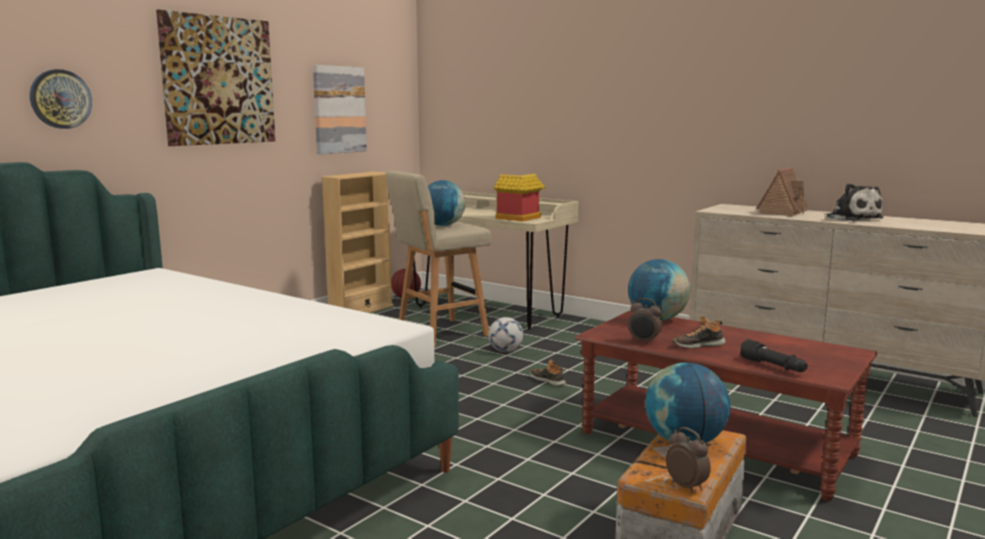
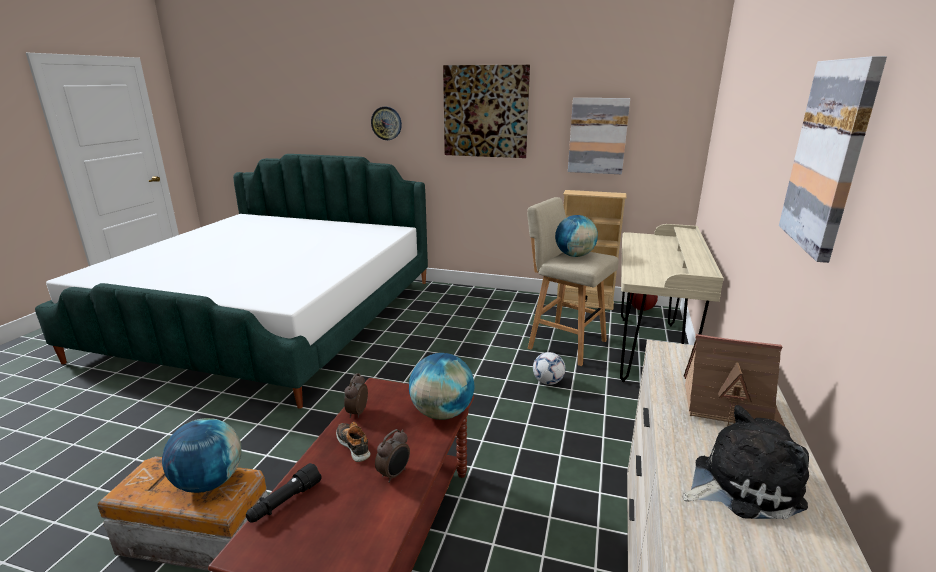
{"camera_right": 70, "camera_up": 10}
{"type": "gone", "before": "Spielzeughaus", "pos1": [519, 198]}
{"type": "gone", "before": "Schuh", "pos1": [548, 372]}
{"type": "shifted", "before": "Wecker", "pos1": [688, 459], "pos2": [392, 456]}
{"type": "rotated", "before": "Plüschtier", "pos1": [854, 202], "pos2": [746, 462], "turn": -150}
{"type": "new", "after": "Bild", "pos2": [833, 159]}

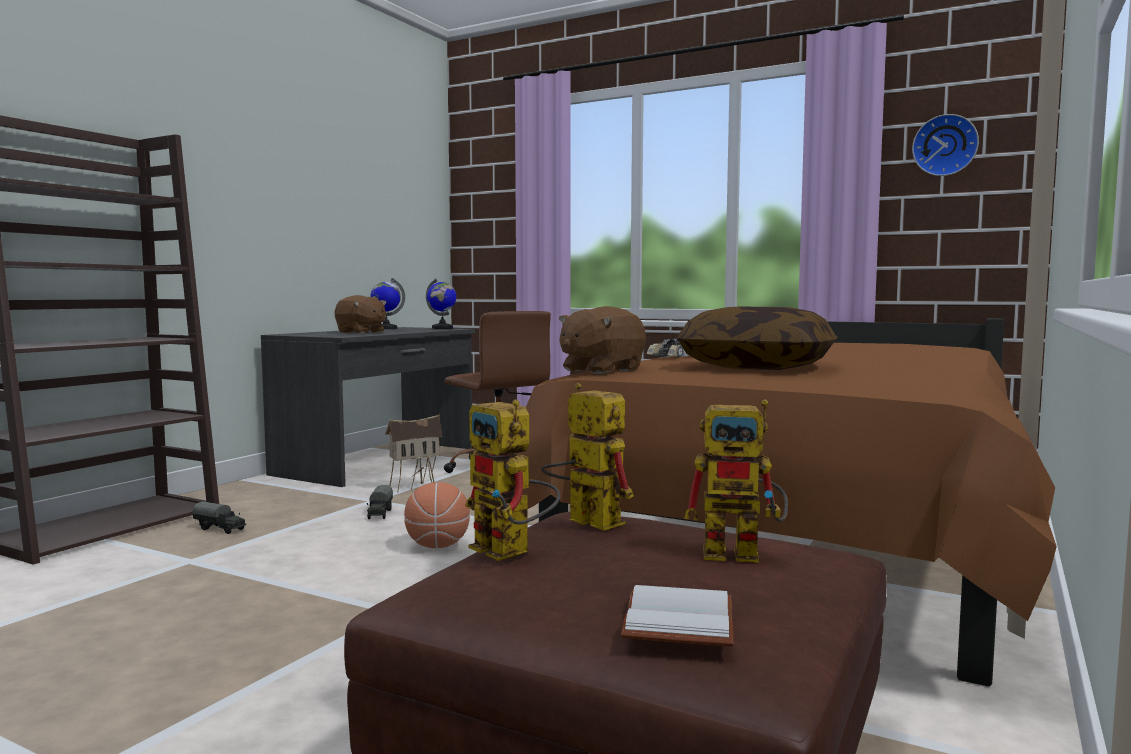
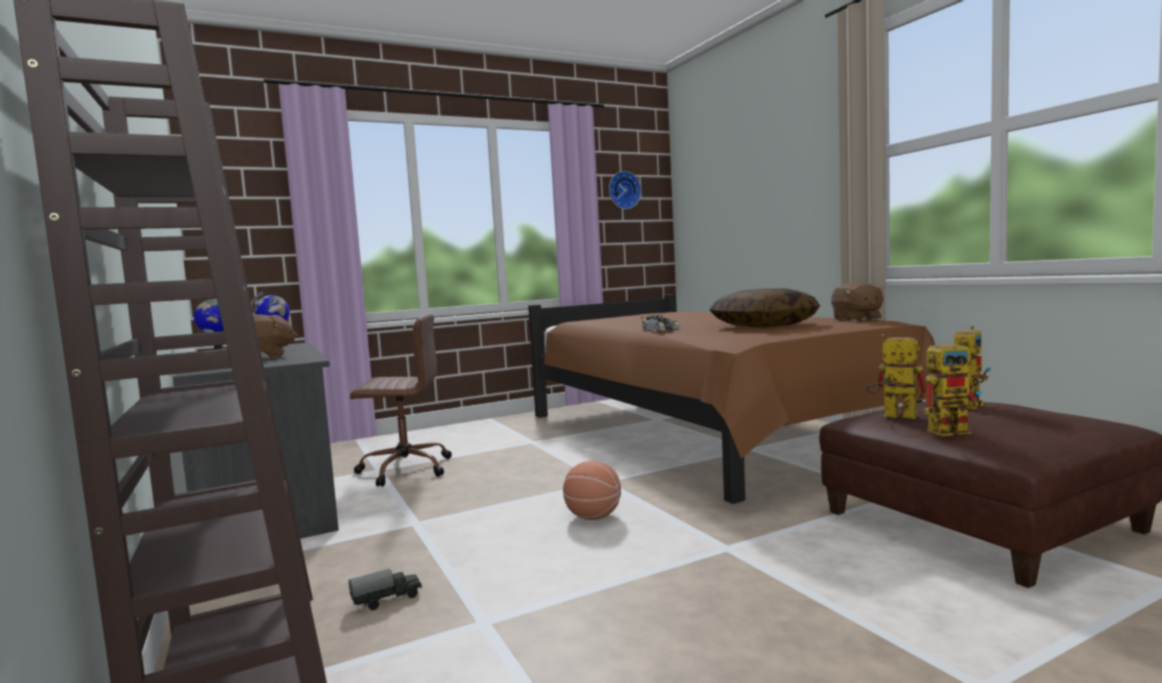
{"camera_right": -55, "camera_up": 0}
{"type": "gone", "before": "Spielzeuglaster", "pos1": [380, 502]}
{"type": "gone", "before": "Spielzeughaus", "pos1": [413, 454]}
{"type": "rotated", "before": "Spielzeugroboter", "pos1": [587, 457], "pos2": [896, 376], "turn": 45}
{"type": "shifted", "before": "Plüschtier (braun)", "pos1": [602, 340], "pos2": [858, 301]}
{"type": "gone", "before": "Buch (weiß)", "pos1": [677, 616]}

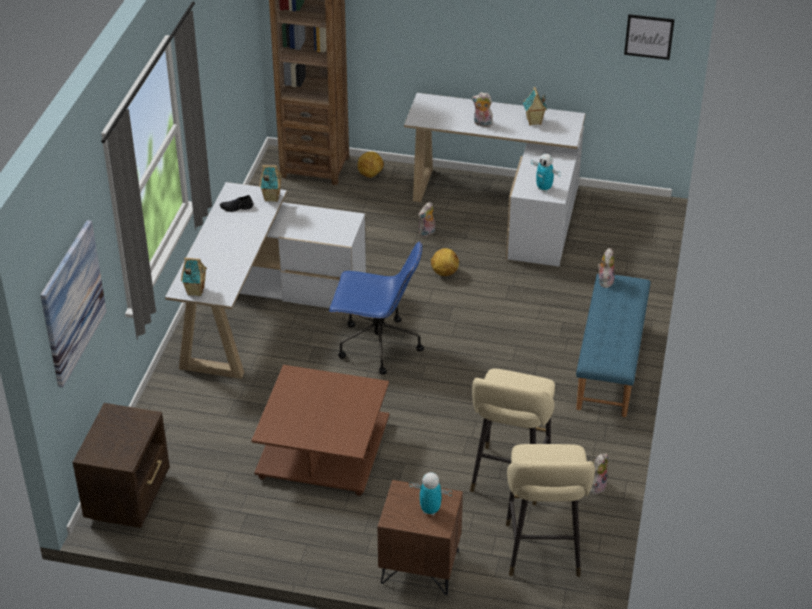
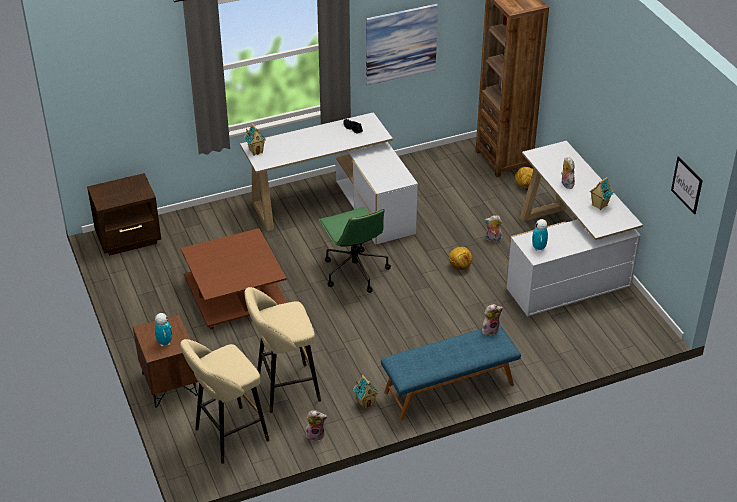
{"camera_right": 55, "camera_up": 0}
{"type": "shifted", "before": "Bild", "pos1": [73, 303], "pos2": [402, 45]}
{"type": "shifted", "before": "Spielzeughaus", "pos1": [270, 183], "pos2": [366, 392]}
{"type": "repainted", "before": "Bürostuhl (blau)", "after": "Bürostuhl (grün)", "pos1": [376, 308], "pos2": [355, 250]}

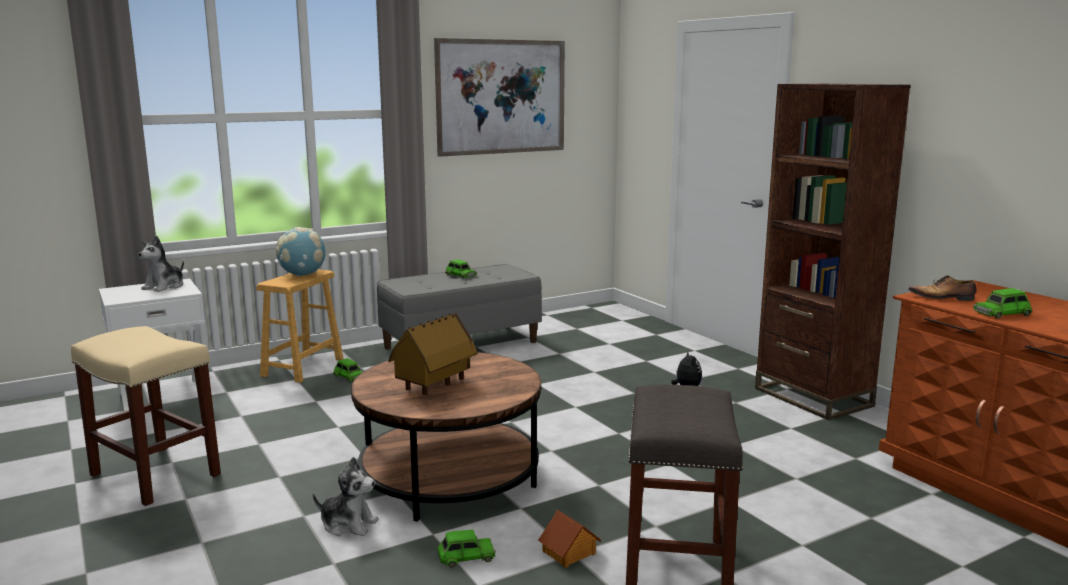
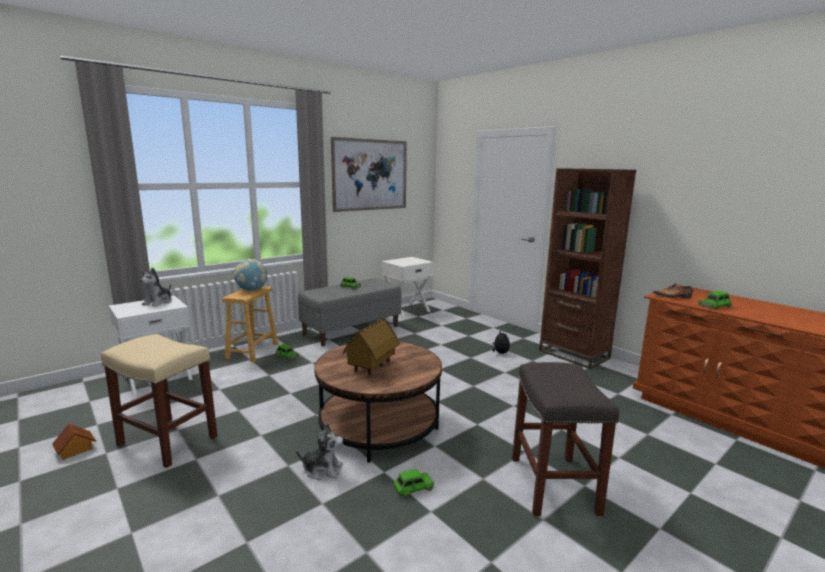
{"camera_right": -10, "camera_up": 0}
{"type": "shifted", "before": "Spielzeughaus", "pos1": [569, 539], "pos2": [74, 441]}
{"type": "new", "after": "Nachttisch (weiß)", "pos2": [408, 287]}

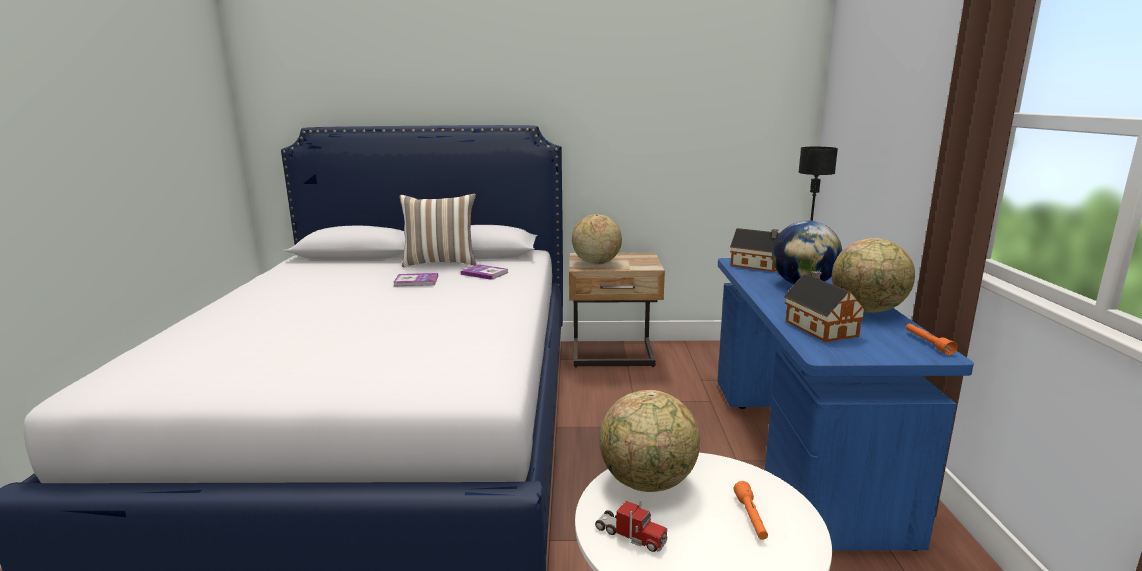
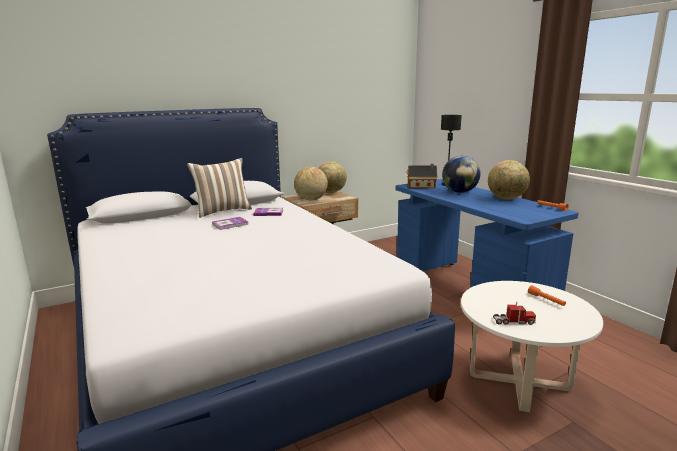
{"camera_right": -30, "camera_up": 0}
{"type": "shifted", "before": "Globus", "pos1": [649, 441], "pos2": [332, 177]}
{"type": "gone", "before": "Spielzeughaus", "pos1": [825, 306]}

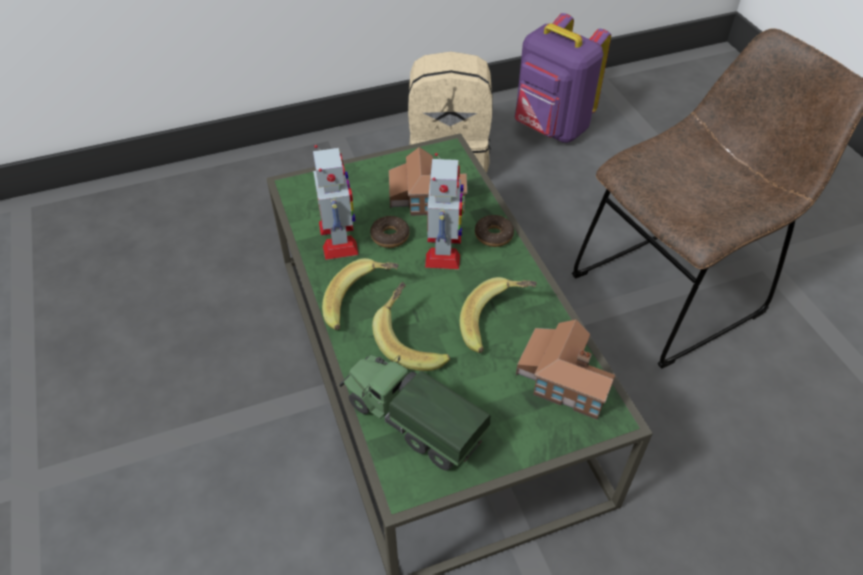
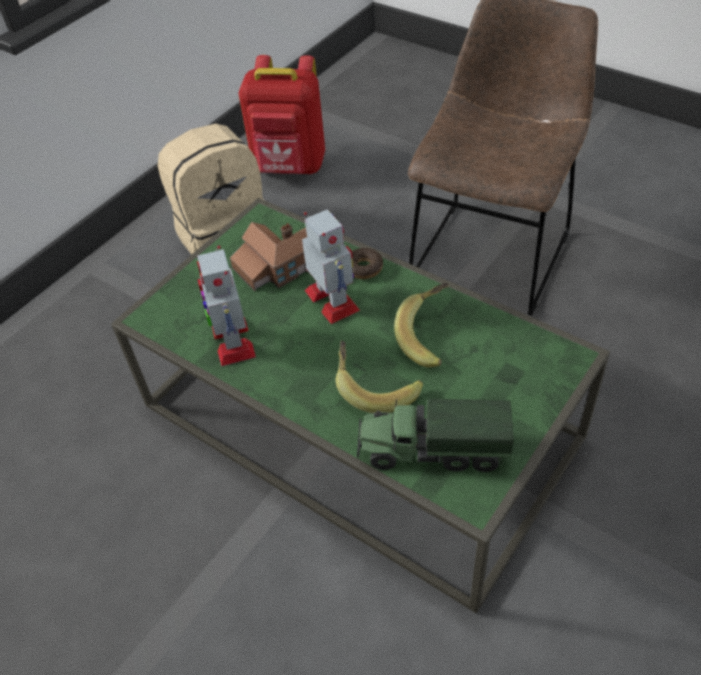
{"camera_right": -30, "camera_up": 0}
{"type": "rotated", "before": "Spielzeugroboter", "pos1": [336, 202], "pos2": [226, 306], "turn": -150}
{"type": "gone", "before": "Banane", "pos1": [360, 294]}
{"type": "gone", "before": "Donut", "pos1": [390, 232]}
{"type": "repainted", "before": "Rucksack (lila)", "after": "Rucksack (rot)", "pos1": [563, 78], "pos2": [281, 114]}
{"type": "gone", "before": "Spielzeughaus", "pos1": [566, 369]}

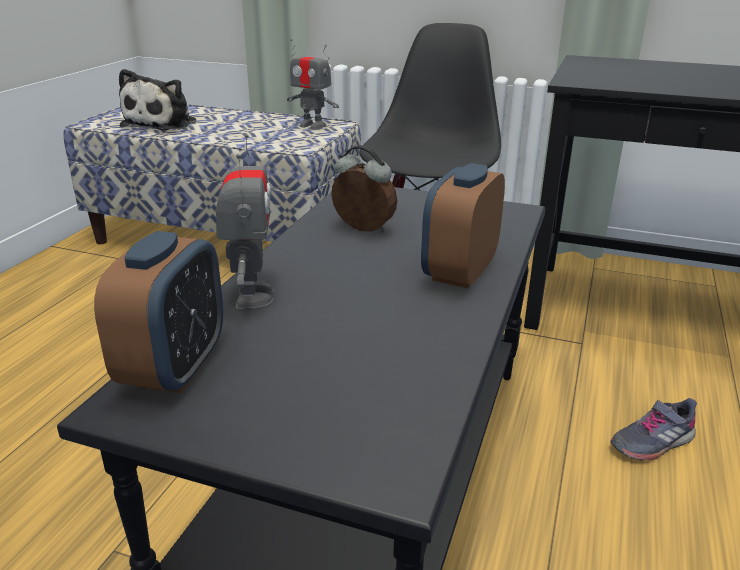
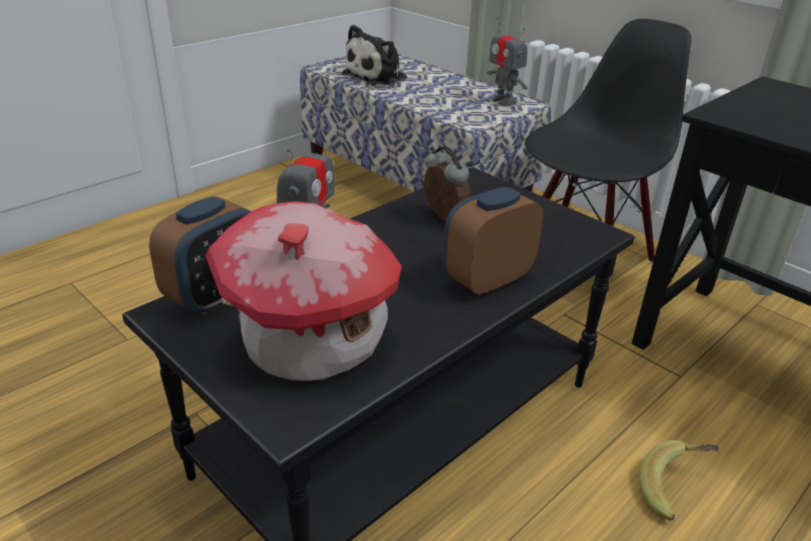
{"camera_right": 25, "camera_up": 5}
{"type": "swapped", "before": "Schuh (grau)", "after": "Banane", "pos1": [653, 429], "pos2": [679, 480]}
{"type": "new", "after": "Spielzeughaus", "pos2": [303, 291]}

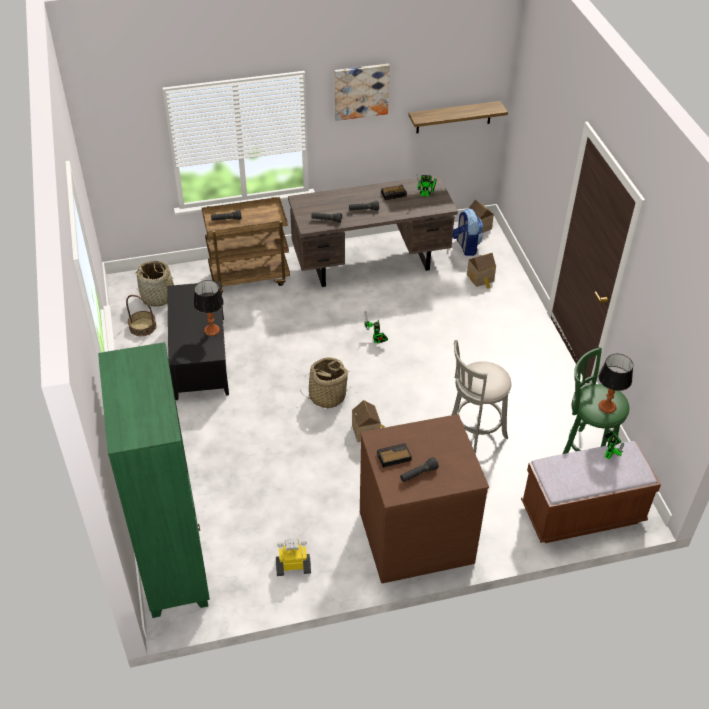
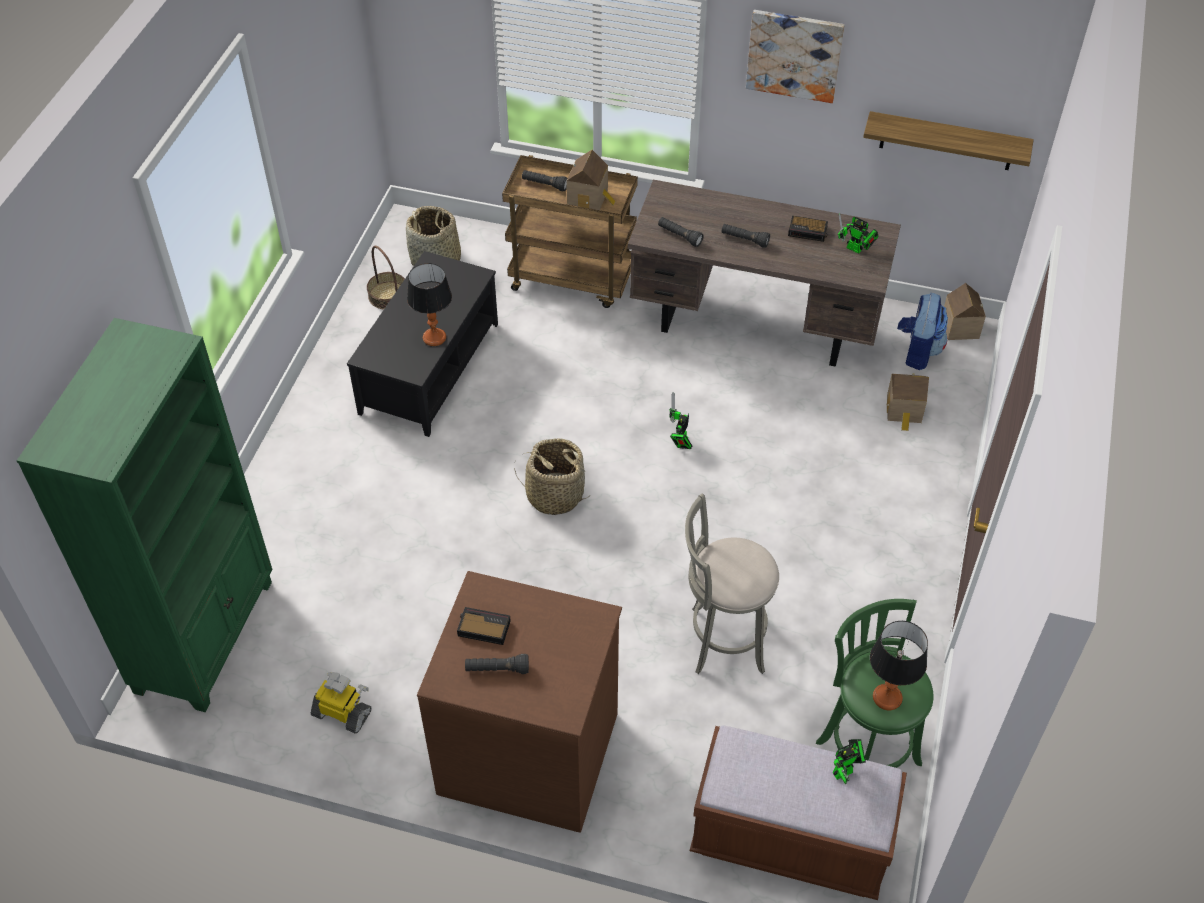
{"camera_right": 30, "camera_up": 5}
{"type": "shifted", "before": "Spielzeughaus", "pos1": [368, 421], "pos2": [591, 180]}

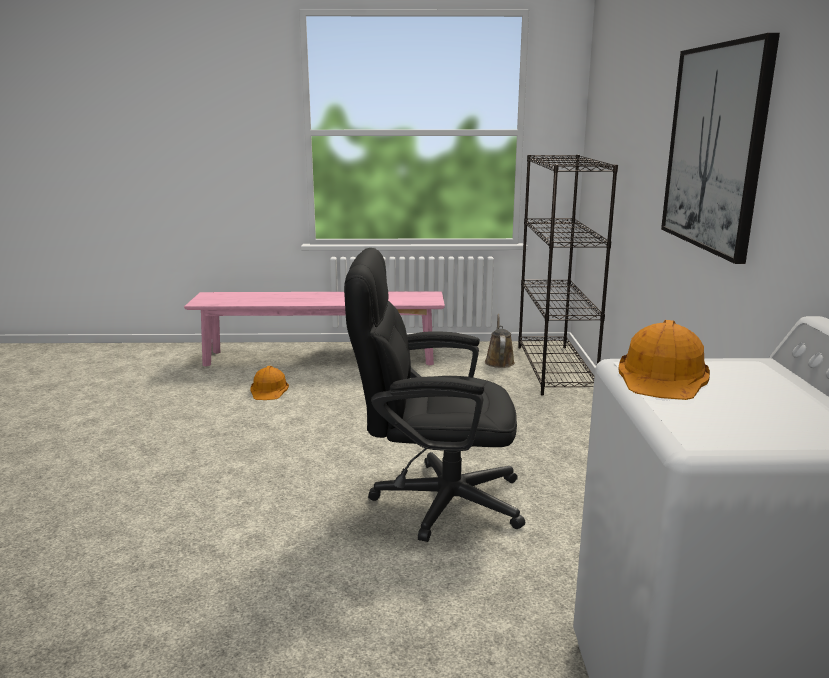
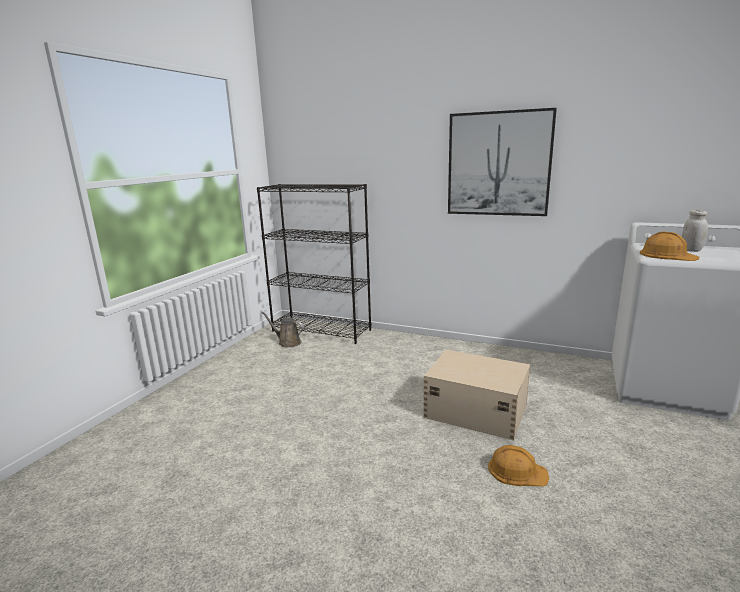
{"camera_right": -65, "camera_up": 0}
{"type": "gone", "before": "Bank (rosa)", "pos1": [314, 329]}
{"type": "shifted", "before": "Schutzhelm (orange)", "pos1": [270, 383], "pos2": [518, 465]}
{"type": "swapped", "before": "Bürostuhl (schwarz)", "after": "Aufbewahrungsbox (beige)", "pos1": [434, 395], "pos2": [477, 395]}
{"type": "new", "after": "Vorratsglas (weiß)", "pos2": [695, 231]}

